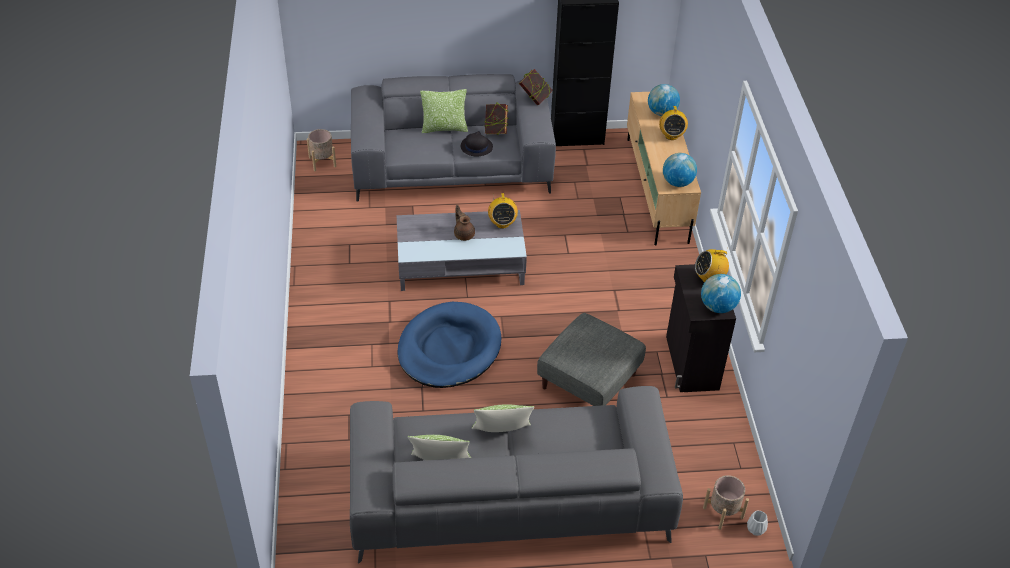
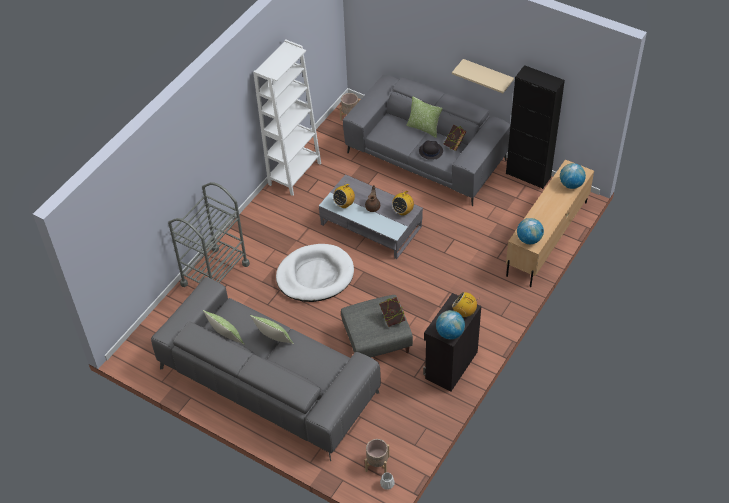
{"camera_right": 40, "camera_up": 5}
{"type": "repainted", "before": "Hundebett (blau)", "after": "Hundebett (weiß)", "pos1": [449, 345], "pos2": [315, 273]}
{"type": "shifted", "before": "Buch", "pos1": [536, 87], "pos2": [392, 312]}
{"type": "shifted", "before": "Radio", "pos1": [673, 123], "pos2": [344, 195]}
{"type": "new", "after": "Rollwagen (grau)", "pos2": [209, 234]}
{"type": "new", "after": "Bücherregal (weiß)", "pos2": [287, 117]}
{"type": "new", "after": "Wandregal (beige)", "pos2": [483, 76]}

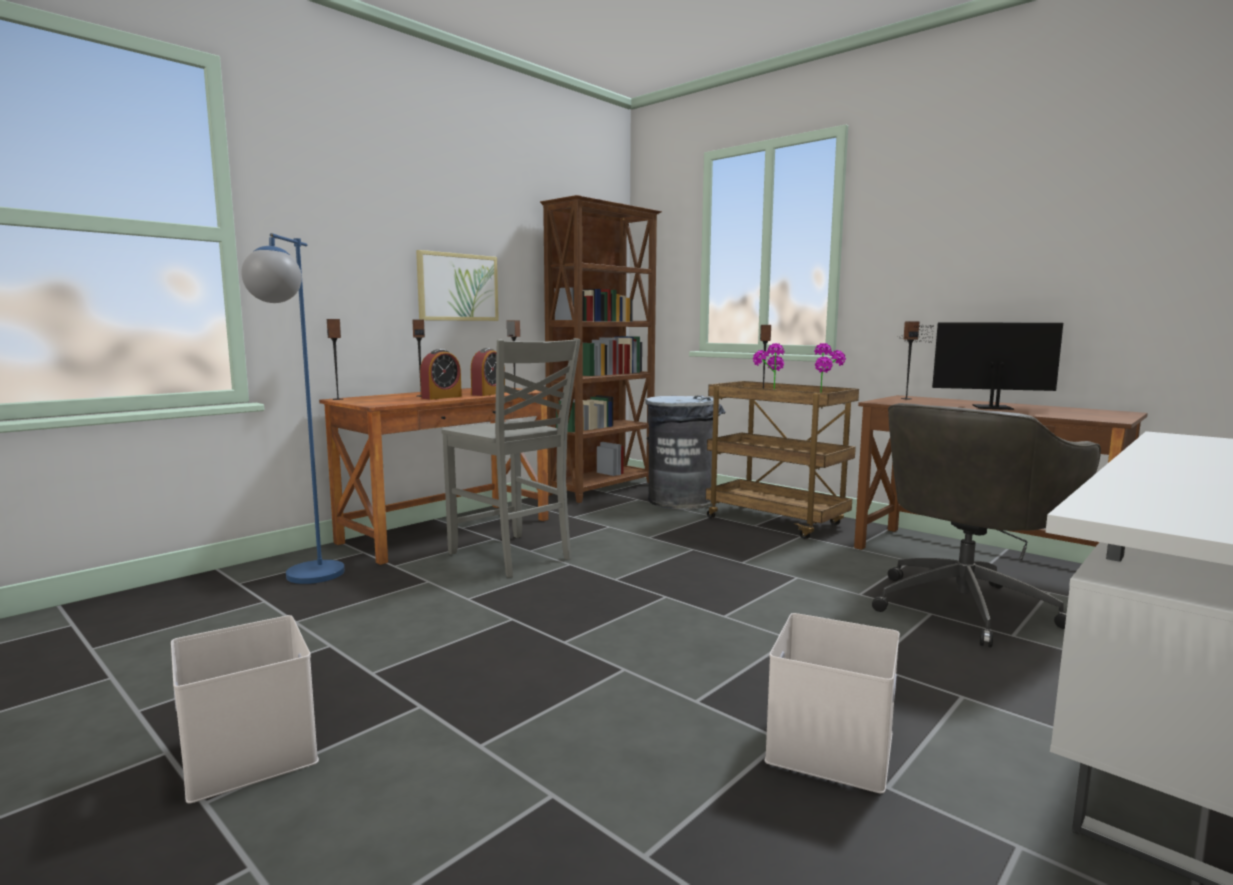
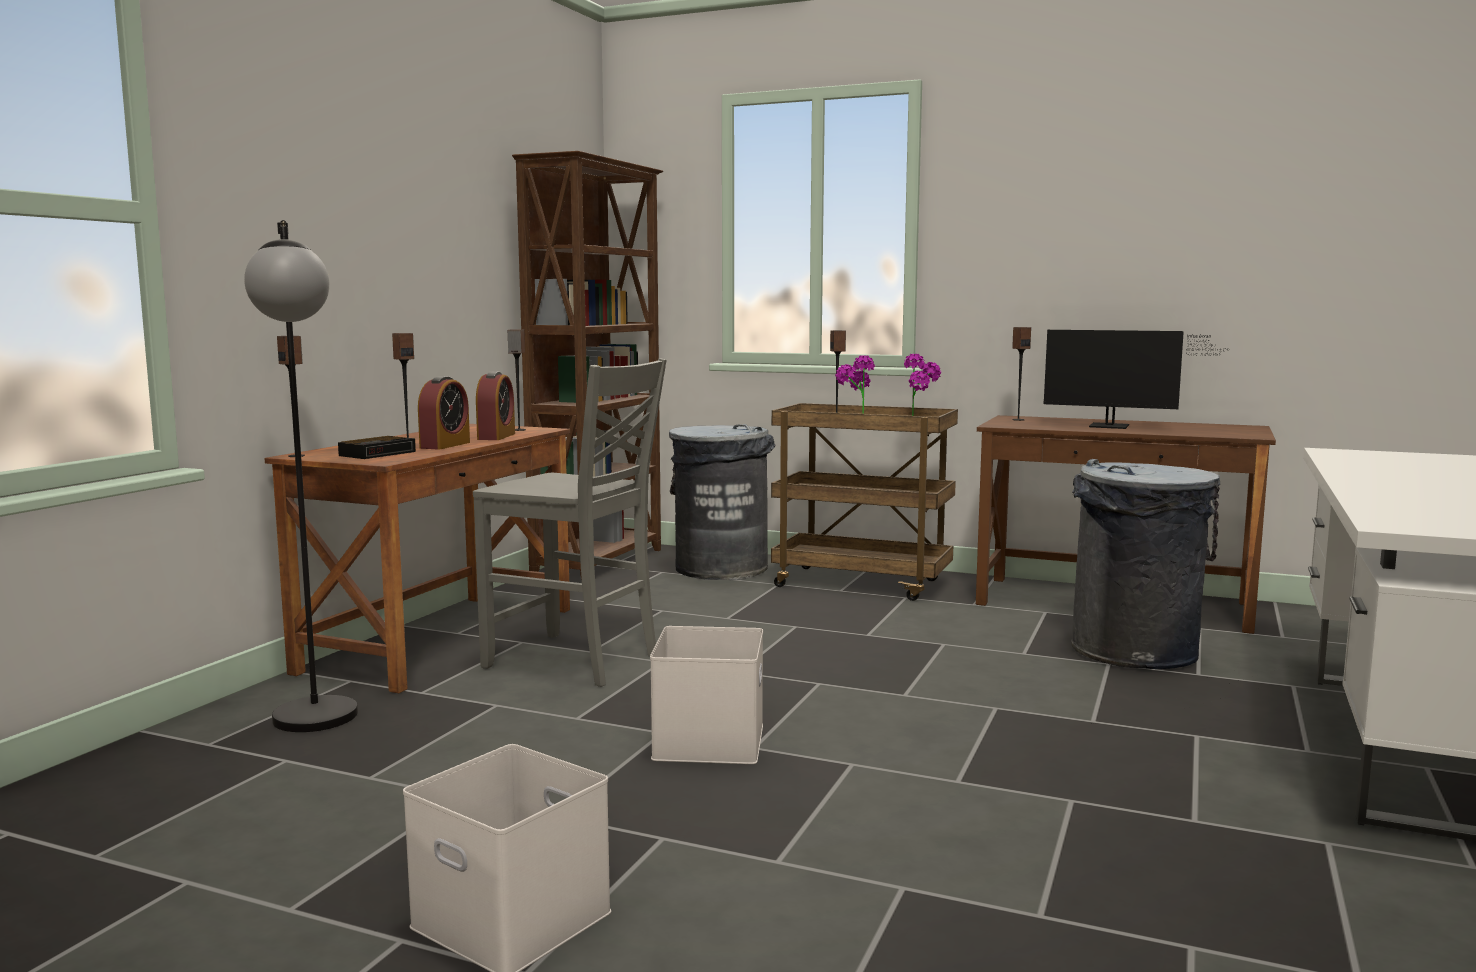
{"camera_right": -20, "camera_up": 0}
{"type": "repainted", "before": "Stehlampe (blau)", "after": "Stehlampe (schwarz)", "pos1": [293, 408], "pos2": [301, 476]}
{"type": "gone", "before": "Bild", "pos1": [457, 285]}
{"type": "shifted", "before": "Aufbewahrungsbox (weiß)", "pos1": [832, 703], "pos2": [706, 695]}
{"type": "swapped", "before": "Bürostuhl (grau)", "after": "Mülleimer (grau)", "pos1": [986, 525], "pos2": [1145, 564]}
{"type": "rotated", "before": "Monitor", "pos1": [981, 366], "pos2": [1137, 379], "turn": -150}
{"type": "new", "after": "Wecker", "pos2": [377, 447]}

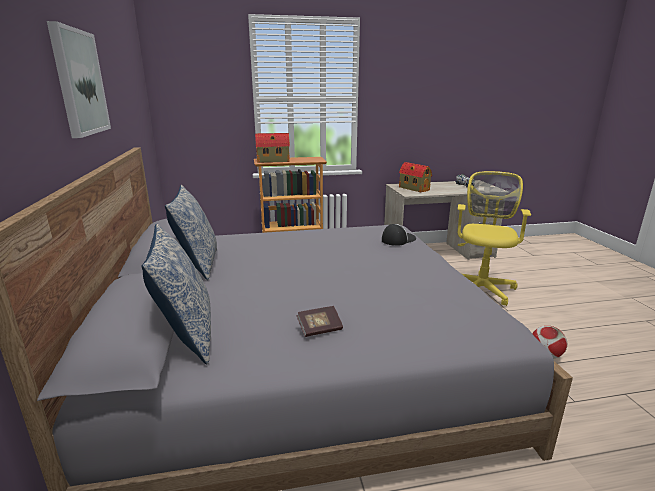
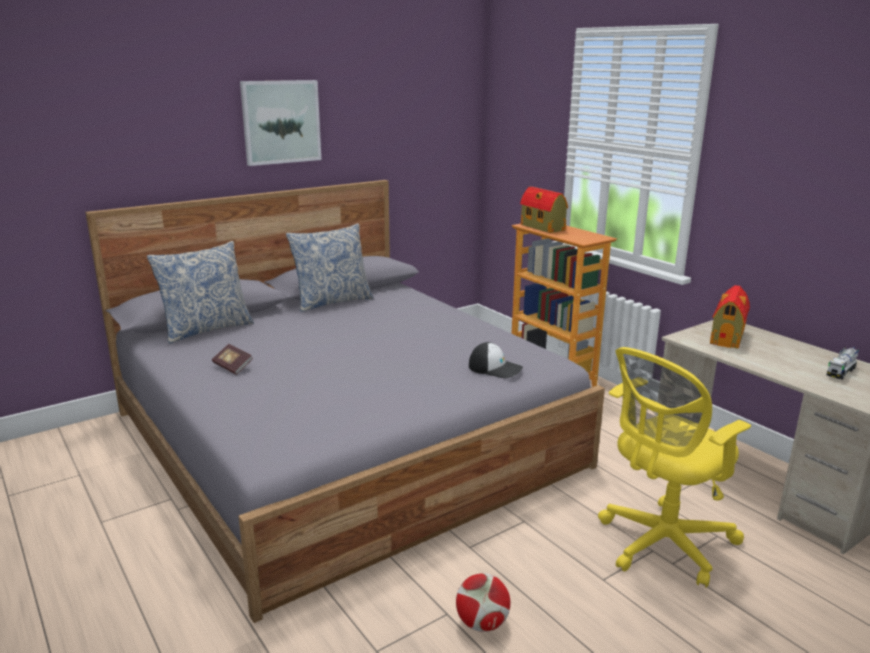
{"camera_right": 65, "camera_up": 0}
{"type": "rotated", "before": "Bürostuhl (gelb)", "pos1": [494, 238], "pos2": [674, 467], "turn": 150}

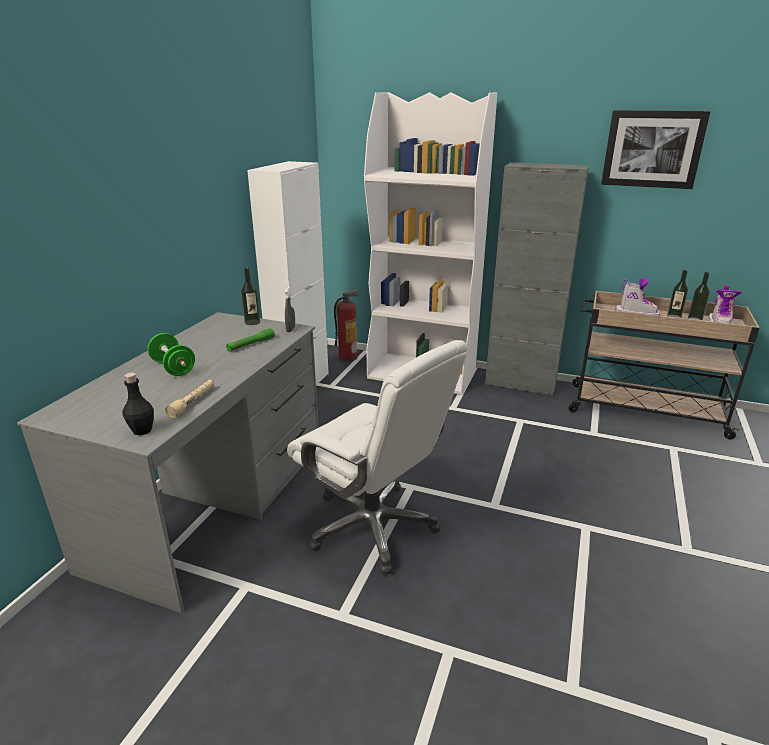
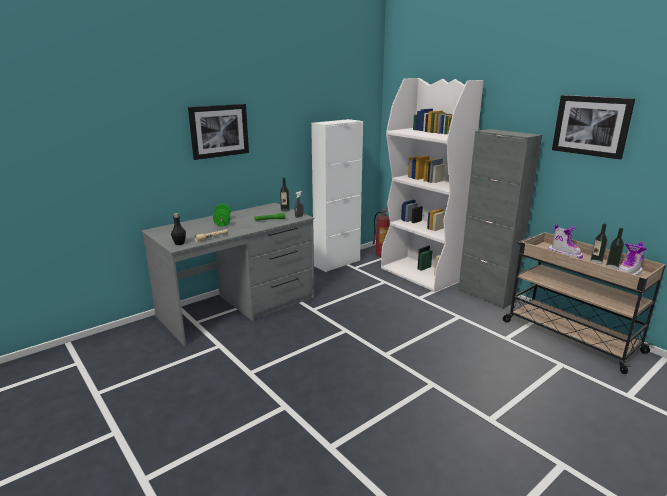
{"camera_right": 30, "camera_up": -5}
{"type": "gone", "before": "Bürostuhl (weiß)", "pos1": [377, 457]}
{"type": "new", "after": "Bild", "pos2": [218, 132]}

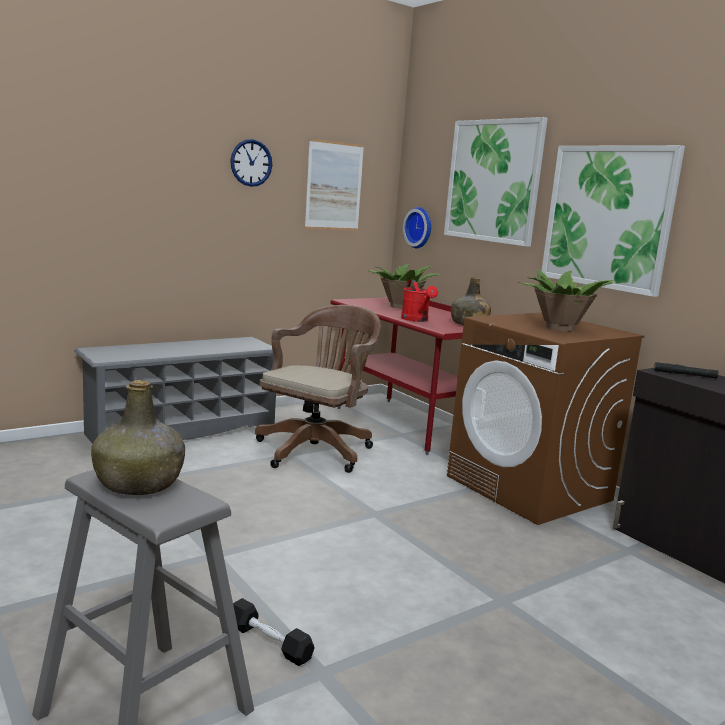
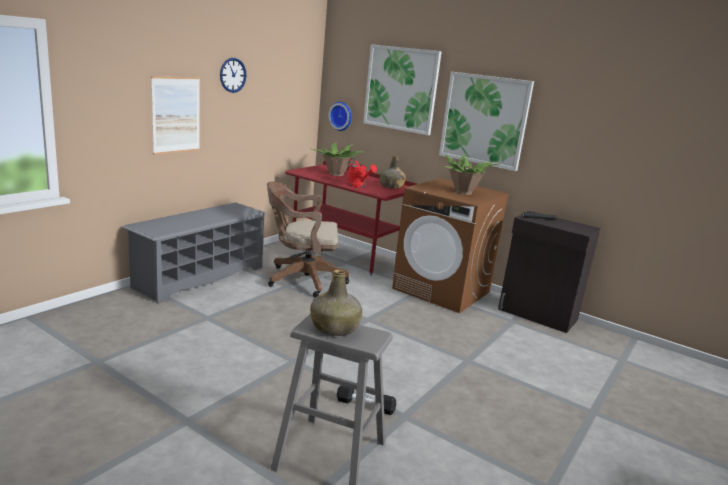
{"camera_right": -20, "camera_up": 5}
{"type": "rotated", "before": "Bürostuhl (braun)", "pos1": [318, 389], "pos2": [308, 239], "turn": -105}
{"type": "shifted", "before": "Bild", "pos1": [334, 184], "pos2": [175, 115]}

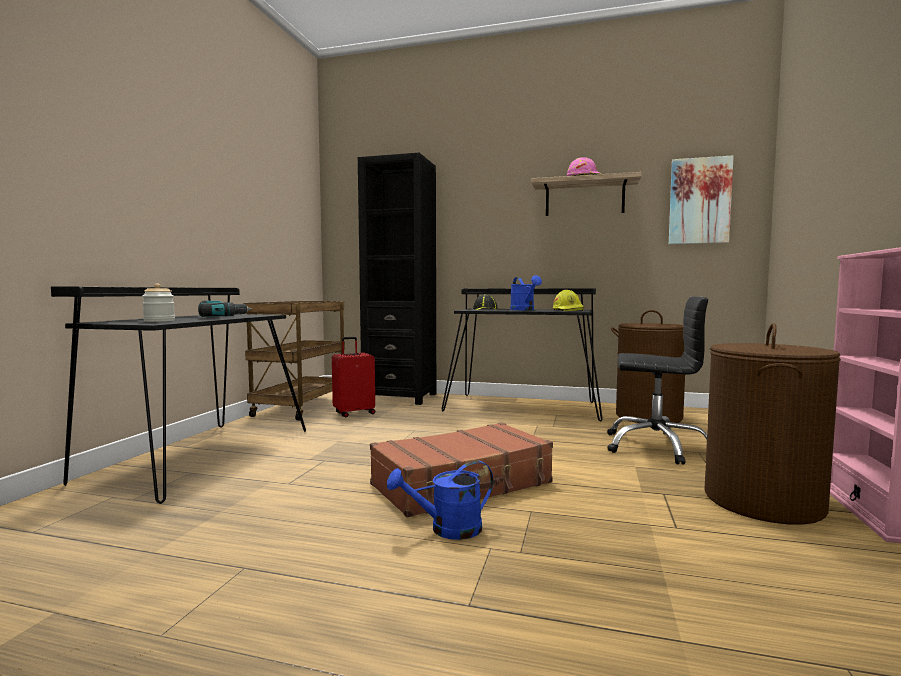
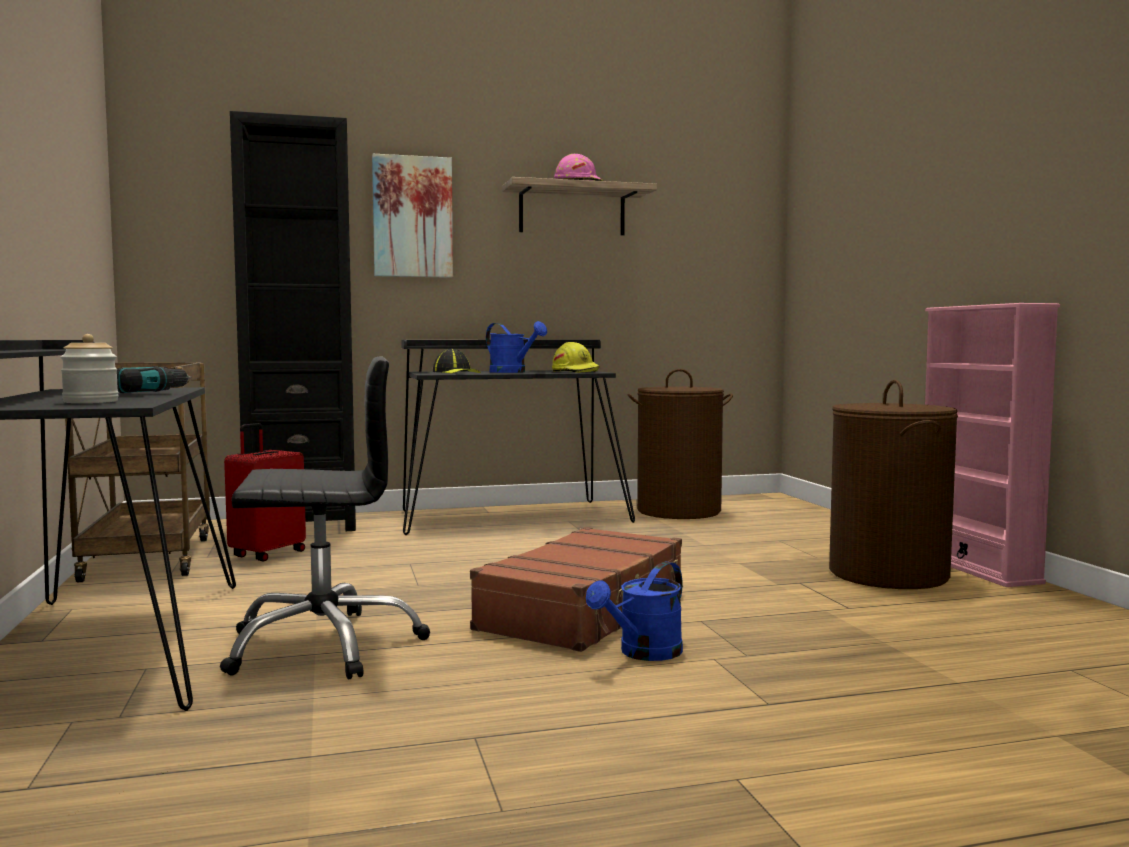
{"camera_right": -30, "camera_up": 0}
{"type": "shifted", "before": "Bürostuhl (schwarz)", "pos1": [657, 380], "pos2": [325, 517]}
{"type": "shifted", "before": "Bild", "pos1": [701, 199], "pos2": [412, 216]}

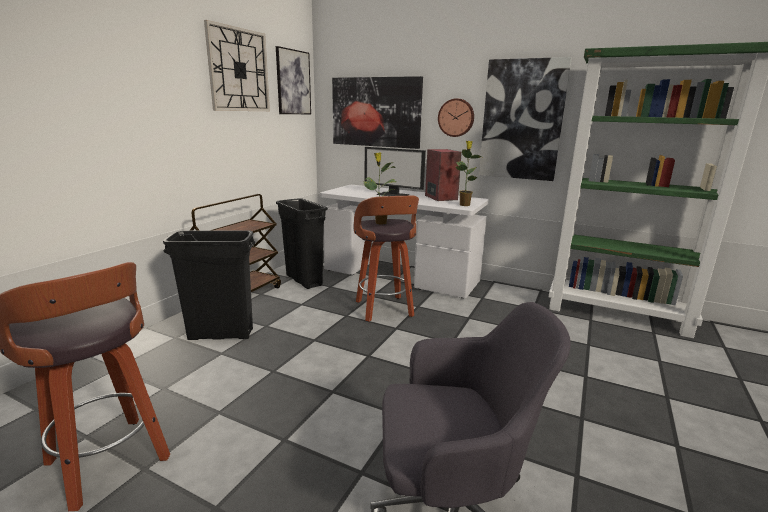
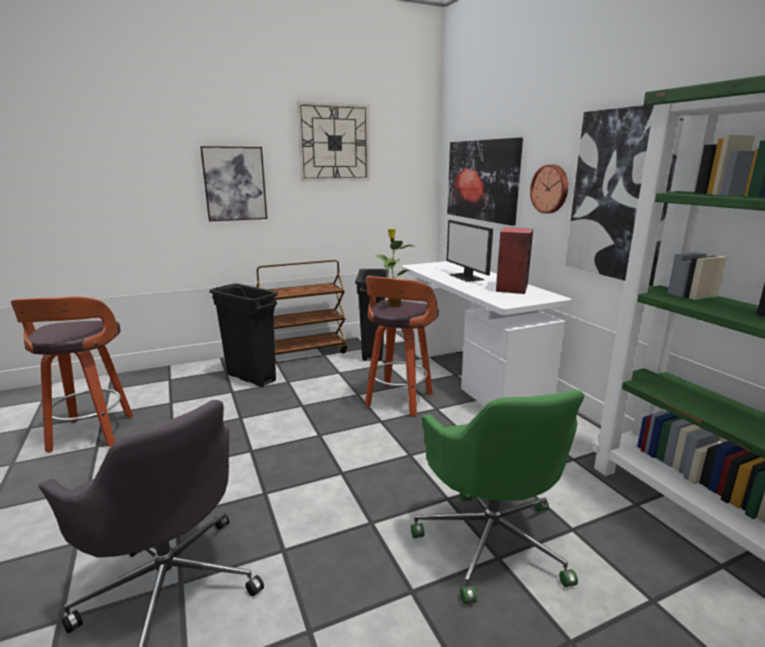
{"camera_right": 40, "camera_up": 0}
{"type": "shifted", "before": "Bild", "pos1": [293, 80], "pos2": [233, 184]}
{"type": "gone", "before": "Topfpflanze", "pos1": [468, 173]}
{"type": "new", "after": "Bürostuhl (grün)", "pos2": [497, 497]}

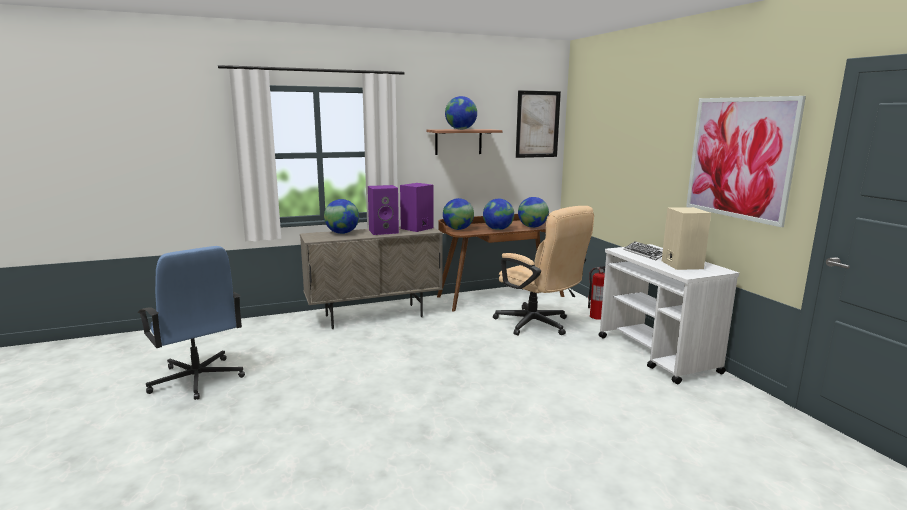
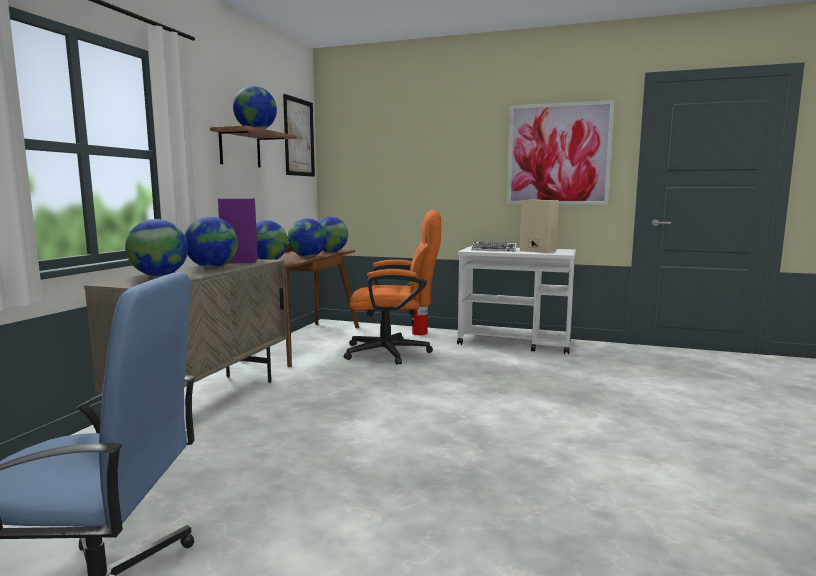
{"camera_right": -50, "camera_up": -5}
{"type": "swapped", "before": "Lautsprecher (lila)", "after": "Globus", "pos1": [383, 210], "pos2": [211, 242]}
{"type": "repainted", "before": "Bürostuhl (beige)", "after": "Bürostuhl (orange)", "pos1": [543, 271], "pos2": [392, 287]}

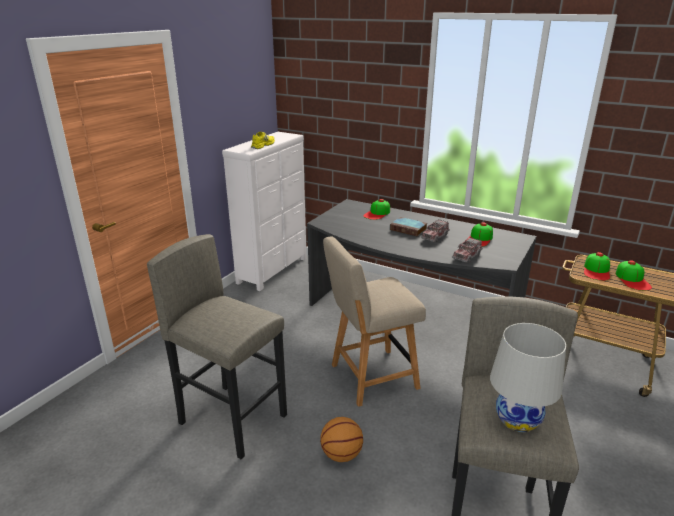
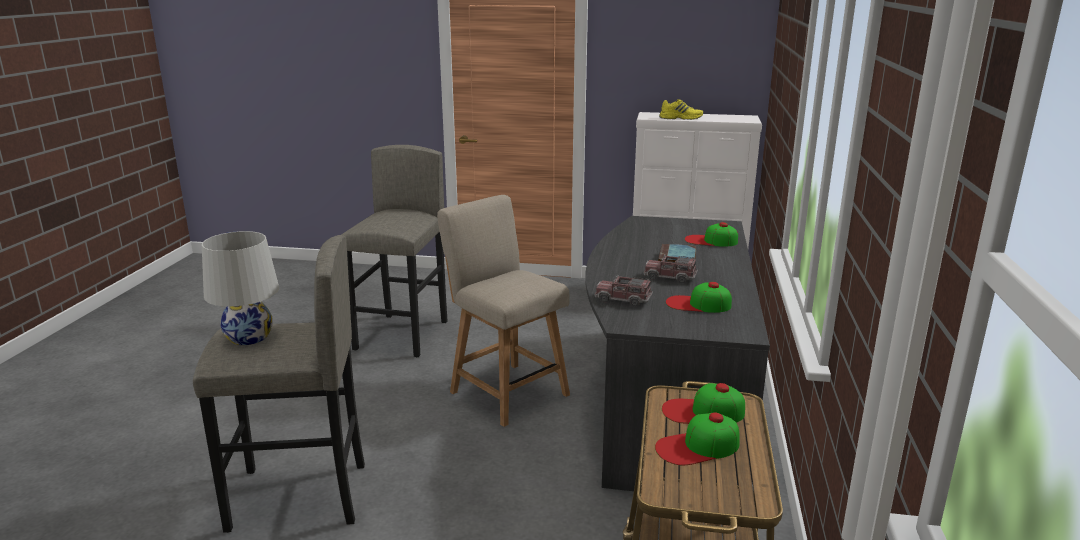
{"camera_right": 70, "camera_up": -5}
{"type": "gone", "before": "Basketball", "pos1": [341, 439]}

